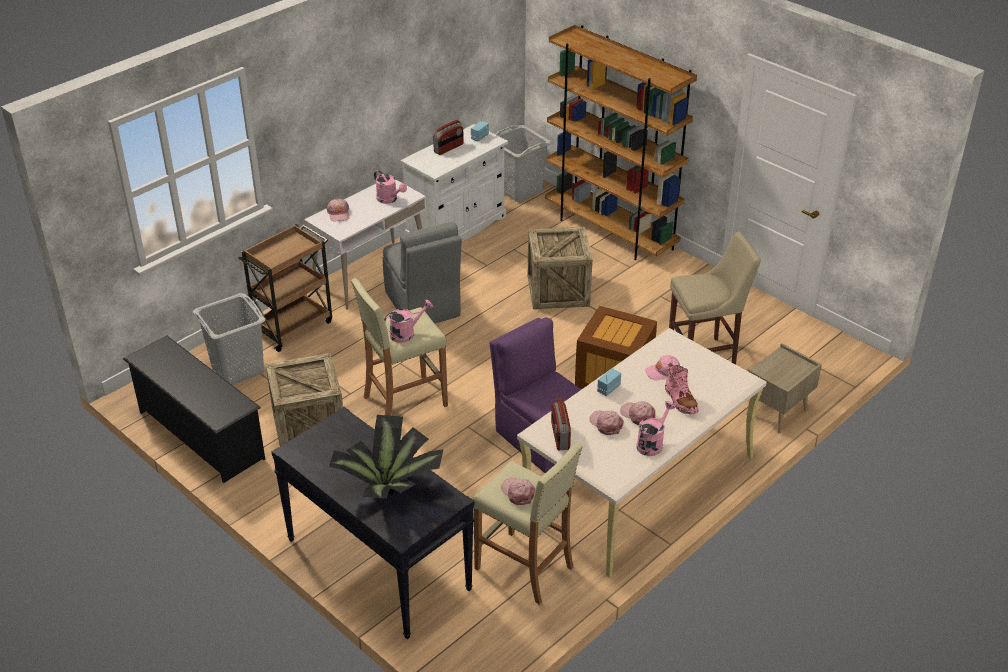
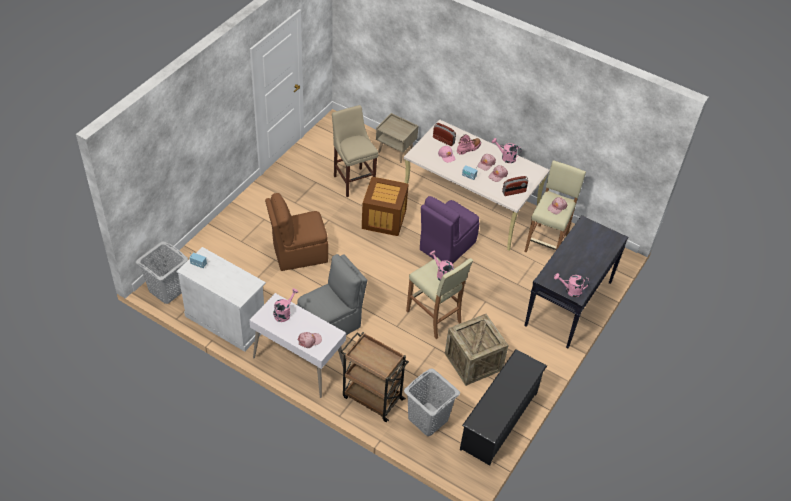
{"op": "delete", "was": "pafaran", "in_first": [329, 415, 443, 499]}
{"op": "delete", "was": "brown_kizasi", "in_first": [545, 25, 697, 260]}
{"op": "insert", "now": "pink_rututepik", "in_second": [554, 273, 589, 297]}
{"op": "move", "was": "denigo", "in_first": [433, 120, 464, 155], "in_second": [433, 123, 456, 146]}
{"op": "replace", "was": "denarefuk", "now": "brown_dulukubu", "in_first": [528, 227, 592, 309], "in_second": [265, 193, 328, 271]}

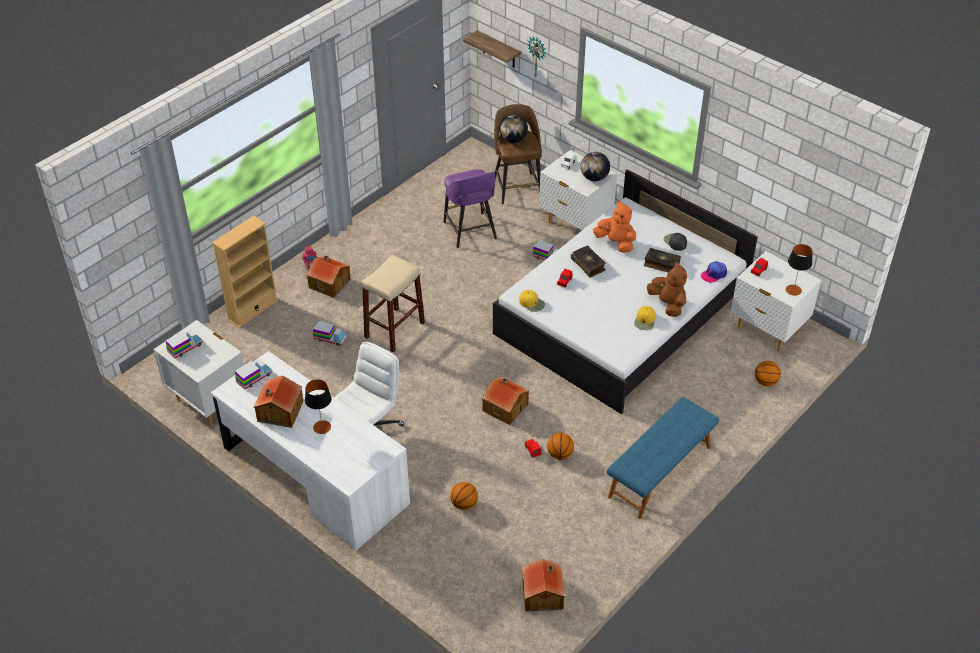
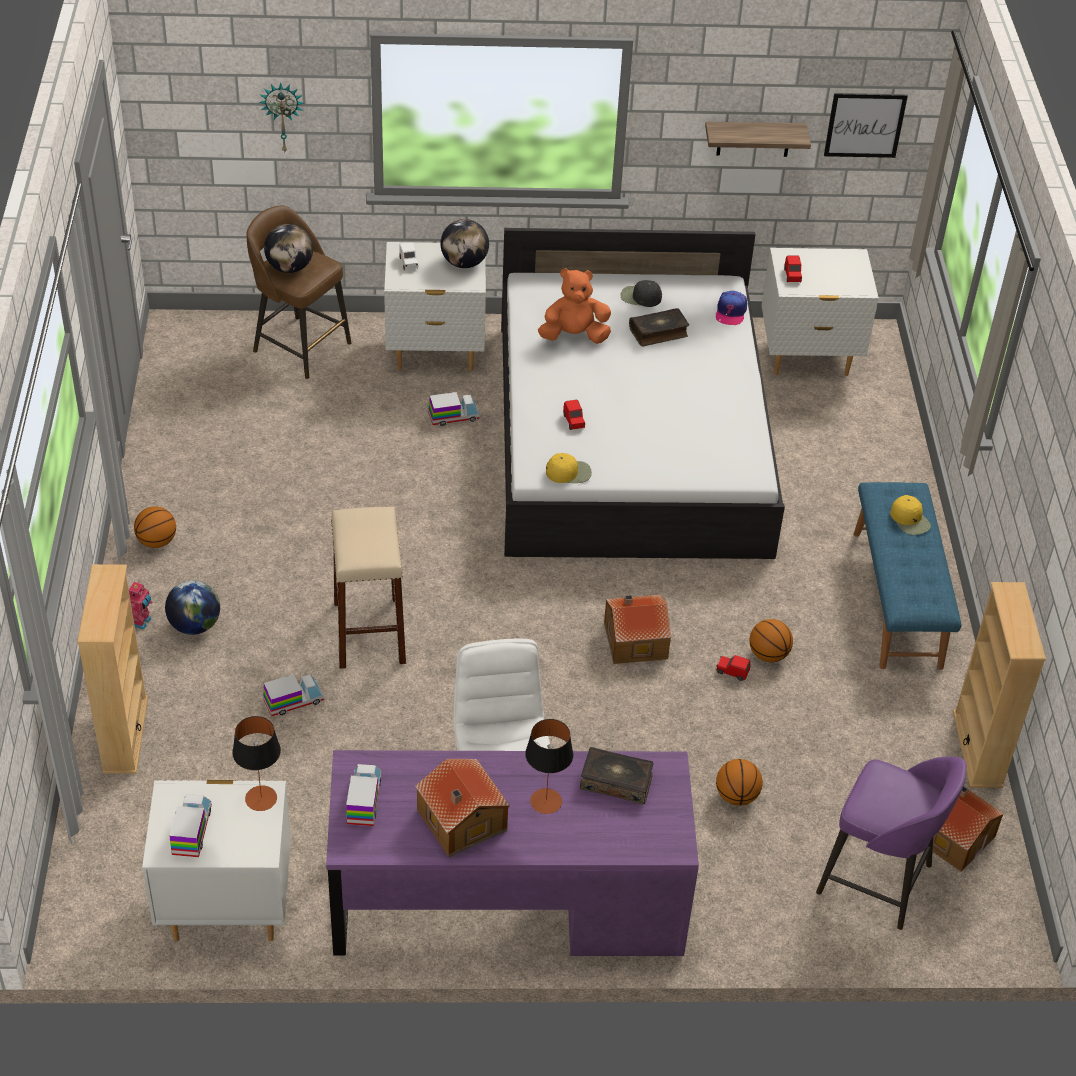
{"op": "delete", "was": "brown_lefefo", "in_first": [647, 262, 687, 317]}
{"op": "insert", "now": "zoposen", "in_second": [824, 93, 908, 158]}
{"op": "insert", "now": "beige_kizasi", "in_second": [953, 582, 1046, 788]}
{"op": "move", "was": "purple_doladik", "in_first": [443, 169, 497, 248], "in_second": [816, 756, 967, 930]}
{"op": "move", "was": "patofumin", "in_first": [463, 30, 521, 68], "in_second": [705, 122, 811, 157]}
{"op": "move", "was": "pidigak", "in_first": [571, 245, 606, 277], "in_second": [580, 747, 654, 804]}
{"op": "move", "was": "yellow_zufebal", "in_first": [634, 306, 656, 330], "in_second": [890, 495, 931, 535]}
{"op": "move", "was": "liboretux", "in_first": [755, 361, 781, 386], "in_second": [134, 506, 176, 548]}
{"op": "move", "was": "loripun", "in_first": [786, 244, 813, 296], "in_second": [232, 716, 281, 811]}
{"op": "replace", "was": "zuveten", "now": "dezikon", "in_first": [307, 256, 351, 298], "in_second": [165, 580, 220, 635]}
{"op": "recolor", "was": "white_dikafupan", "now": "purple_dikafupan", "in_first": [211, 351, 410, 551], "in_second": [326, 750, 699, 956]}

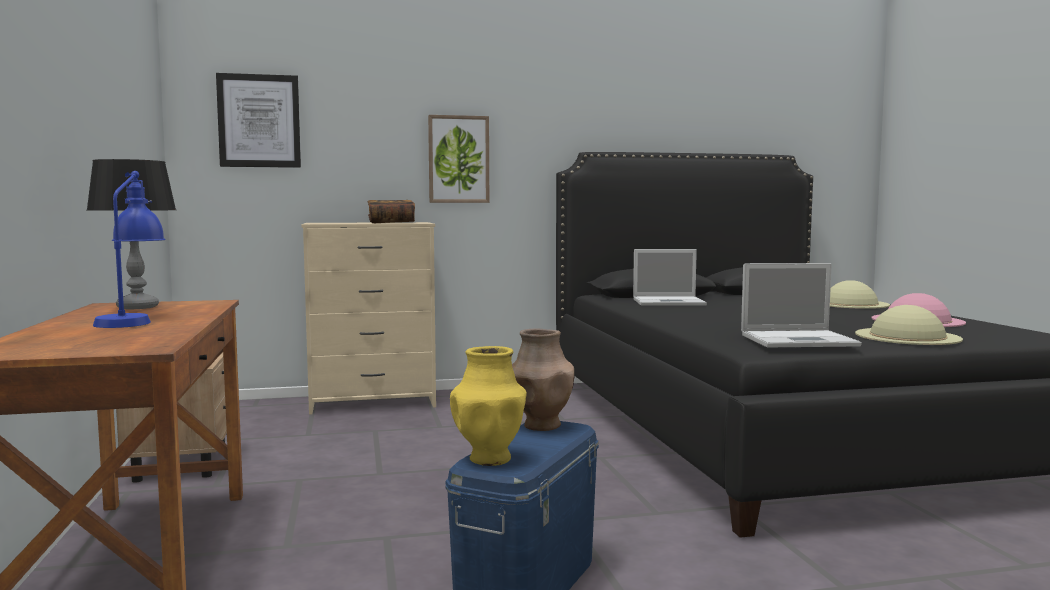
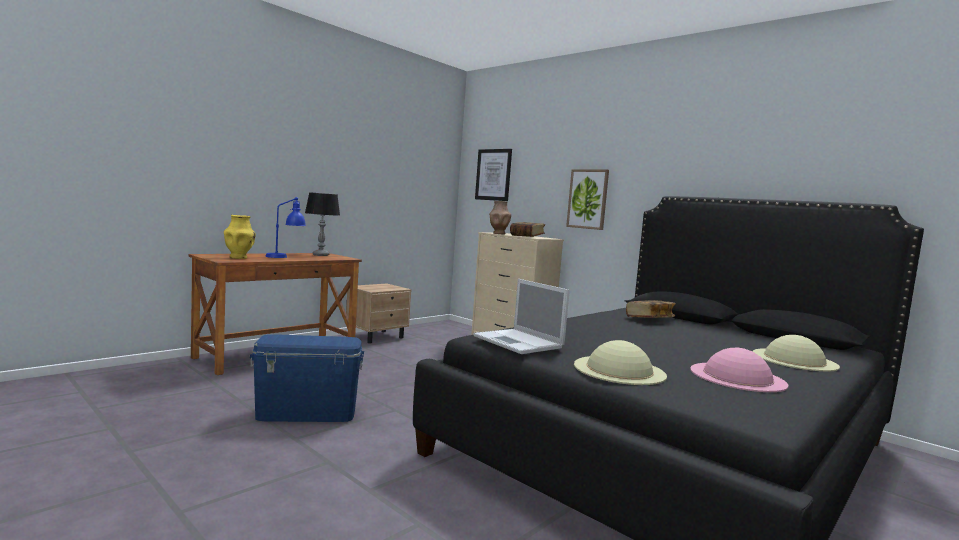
{"op": "move", "was": "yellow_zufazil", "in_first": [450, 346, 527, 466], "in_second": [224, 215, 256, 259]}
{"op": "move", "was": "brown_zufazil", "in_first": [512, 329, 574, 431], "in_second": [489, 201, 511, 234]}
{"op": "replace", "was": "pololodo", "now": "pidigak", "in_first": [633, 249, 707, 306], "in_second": [626, 300, 676, 318]}

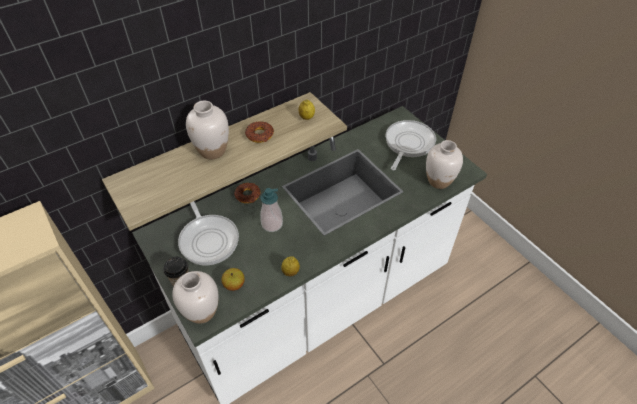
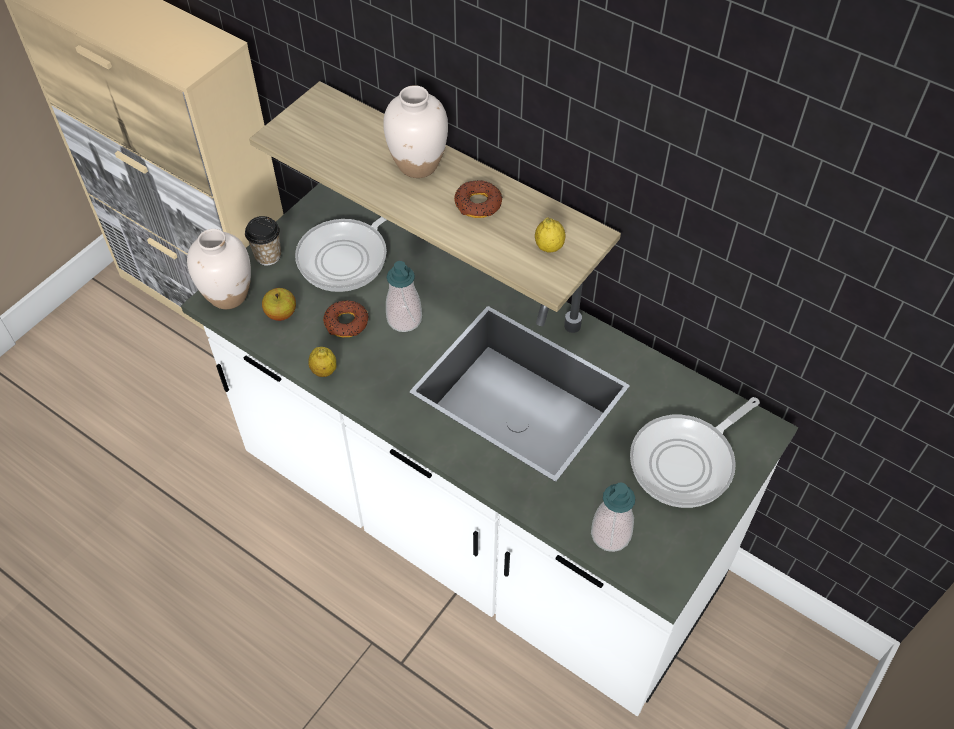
{"op": "move", "was": "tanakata", "in_first": [234, 183, 261, 203], "in_second": [323, 300, 369, 337]}
{"op": "replace", "was": "white_zufazil", "now": "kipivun", "in_first": [426, 140, 463, 189], "in_second": [591, 482, 635, 552]}
{"op": "rotate", "was": "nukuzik", "in_first": [386, 120, 436, 170], "in_second": [630, 397, 760, 508], "clockwise": 135}

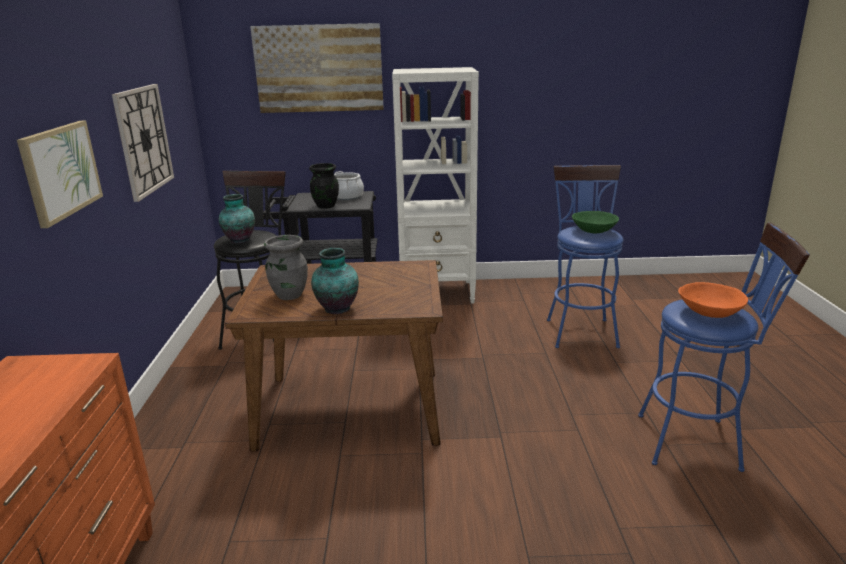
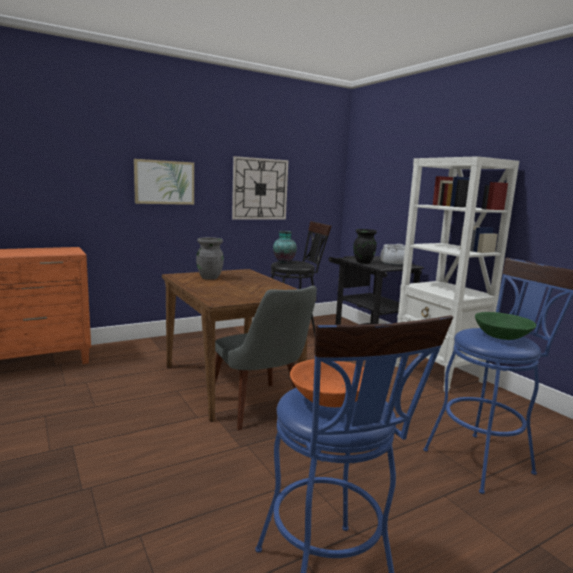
{"op": "delete", "was": "zoposen", "in_first": [250, 23, 384, 113]}
{"op": "delete", "was": "zufazil", "in_first": [311, 248, 359, 314]}
{"op": "insert", "now": "grey_dulukubu", "in_second": [215, 286, 317, 430]}

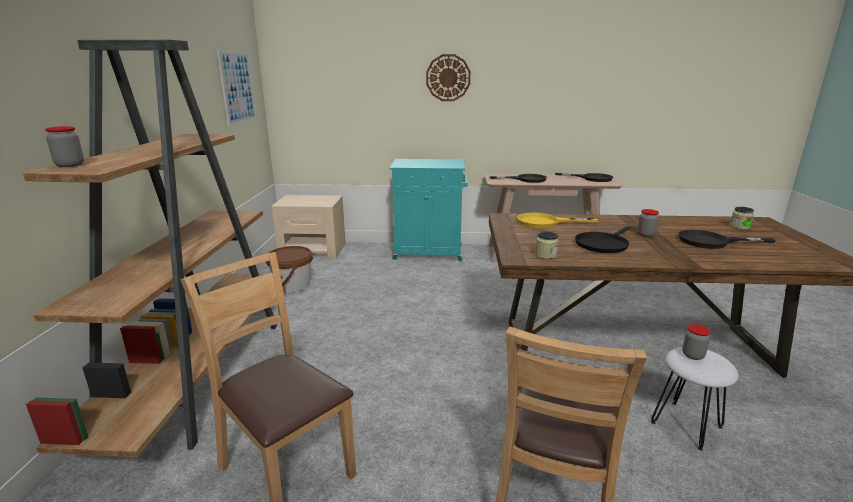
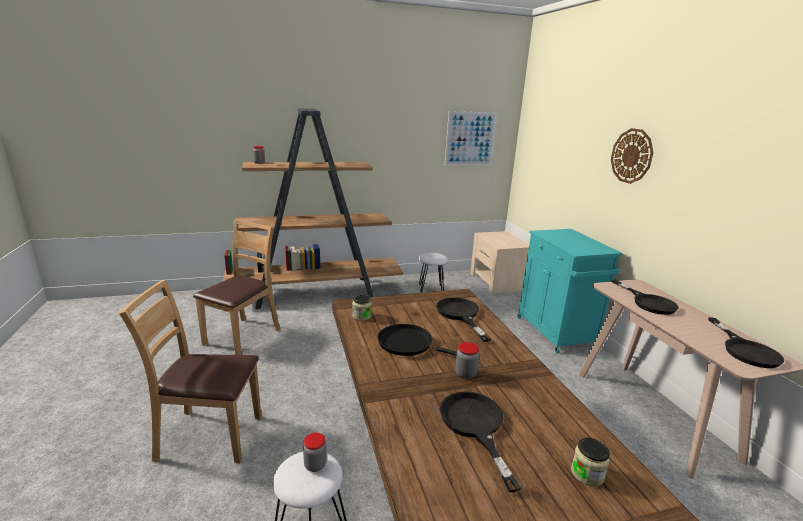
{"op": "replace", "was": "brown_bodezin", "now": "white_doladik", "in_first": [266, 246, 313, 293], "in_second": [419, 253, 448, 293]}
{"op": "recolor", "was": "yellow_nukuzik", "now": "black_nukuzik", "in_first": [517, 213, 598, 228], "in_second": [436, 297, 491, 342]}

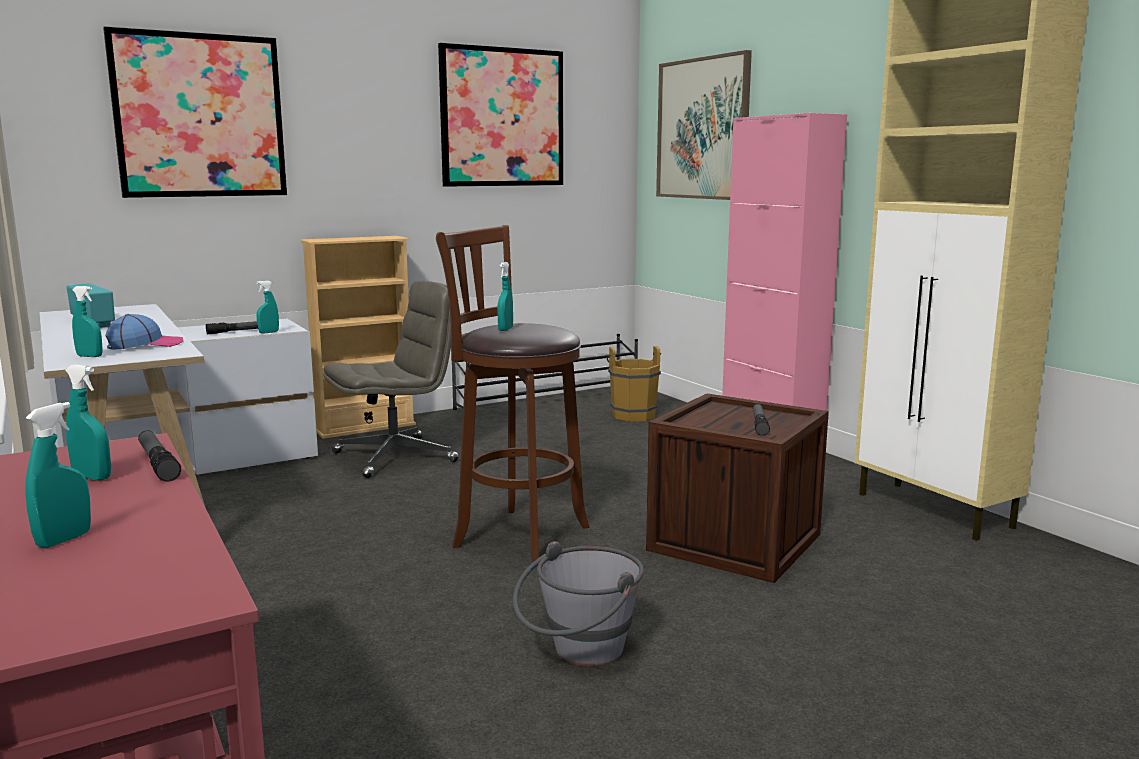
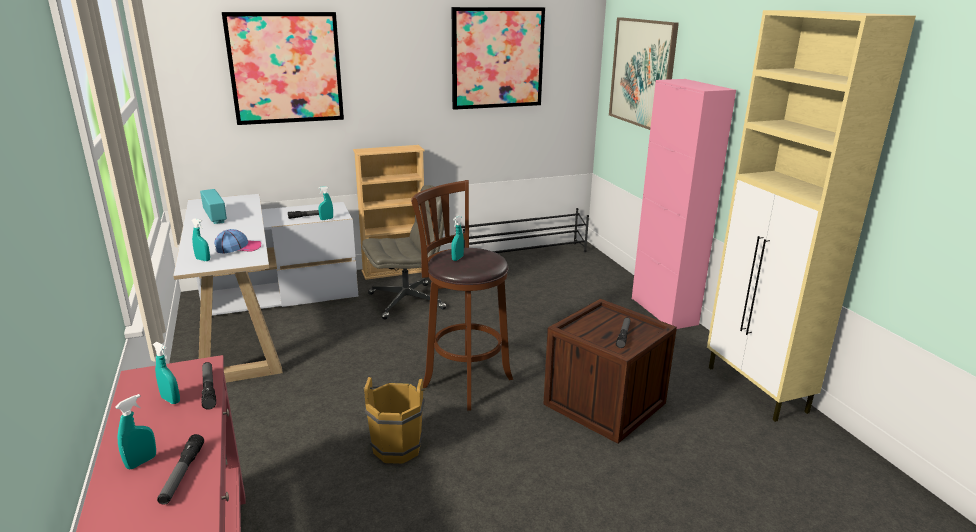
{"op": "delete", "was": "grey_bodezin", "in_first": [513, 541, 644, 666]}
{"op": "insert", "now": "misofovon", "in_second": [157, 434, 204, 505]}
{"op": "move", "was": "brown_bodezin", "in_first": [607, 346, 661, 422], "in_second": [363, 377, 426, 464]}

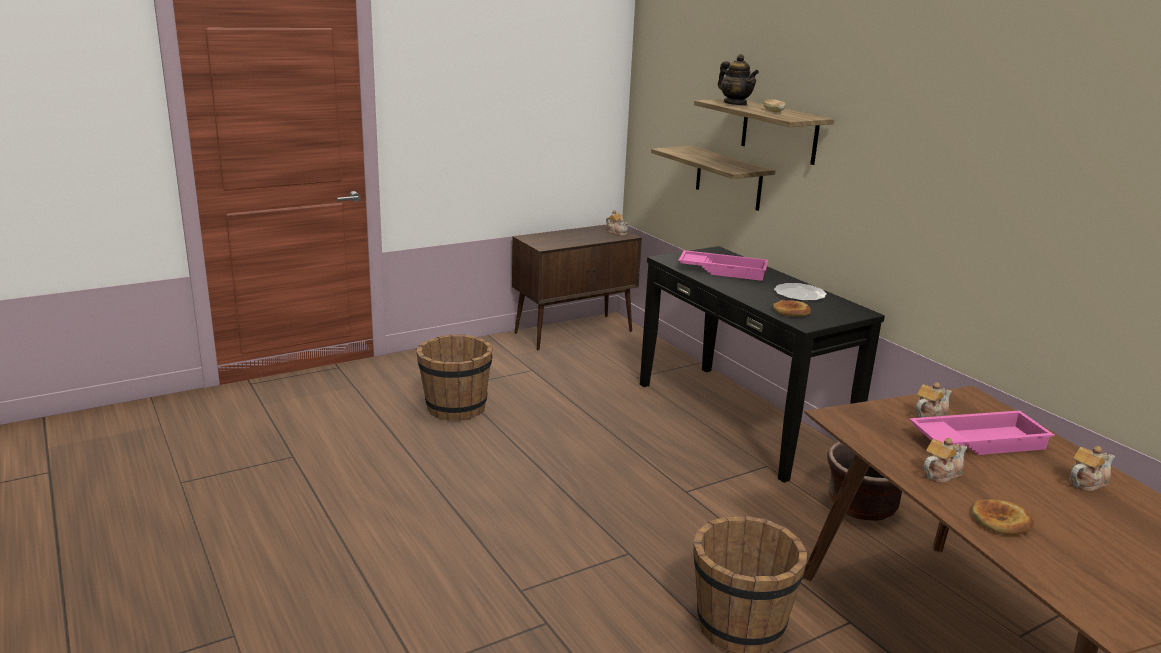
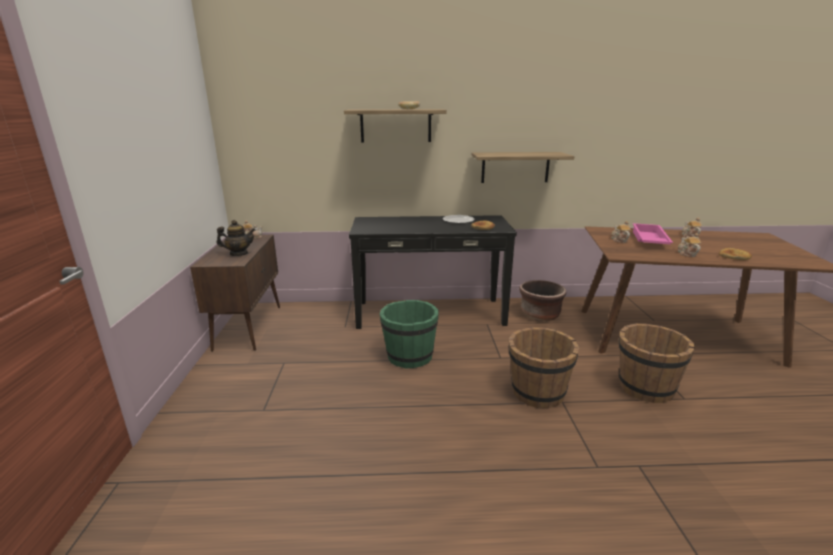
{"op": "delete", "was": "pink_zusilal", "in_first": [678, 250, 768, 281]}
{"op": "insert", "now": "green_bodezin", "in_second": [380, 300, 438, 368]}
{"op": "move", "was": "brown_bodezin", "in_first": [416, 335, 493, 421], "in_second": [508, 327, 579, 408]}
{"op": "move", "was": "patofumin", "in_first": [651, 146, 775, 211], "in_second": [472, 152, 575, 183]}
{"op": "move", "was": "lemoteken", "in_first": [718, 54, 759, 105], "in_second": [217, 220, 255, 256]}

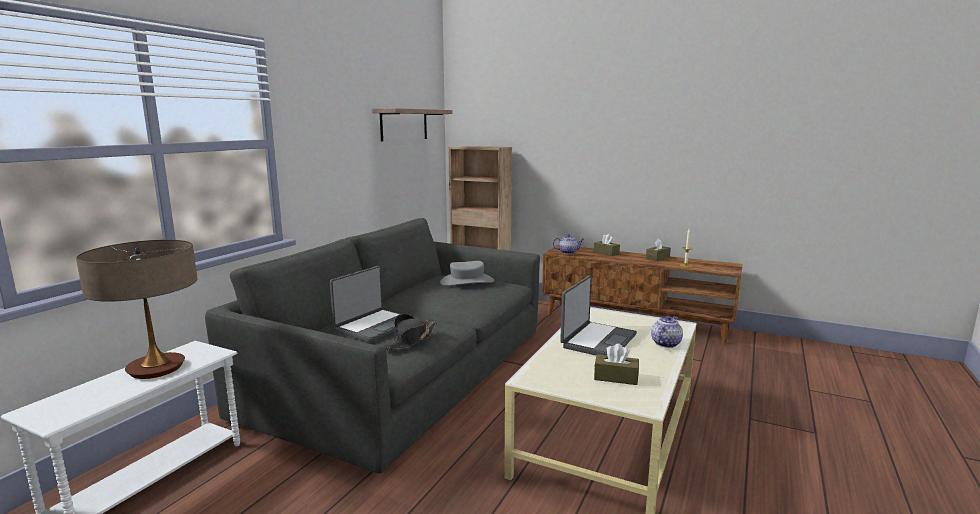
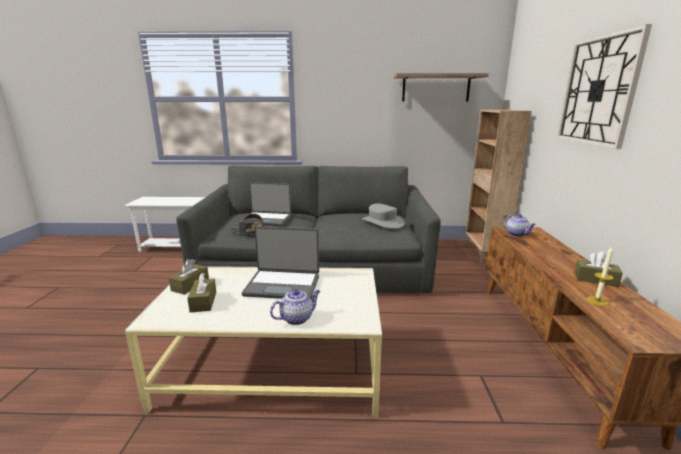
{"op": "delete", "was": "loripun", "in_first": [76, 240, 197, 379]}
{"op": "insert", "now": "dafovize", "in_second": [557, 24, 652, 149]}
{"op": "move", "was": "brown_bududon", "in_first": [594, 234, 620, 256], "in_second": [169, 259, 209, 295]}
{"op": "rotate", "was": "lemoteken", "in_first": [651, 316, 683, 348], "in_second": [270, 290, 320, 325], "clockwise": -45}

